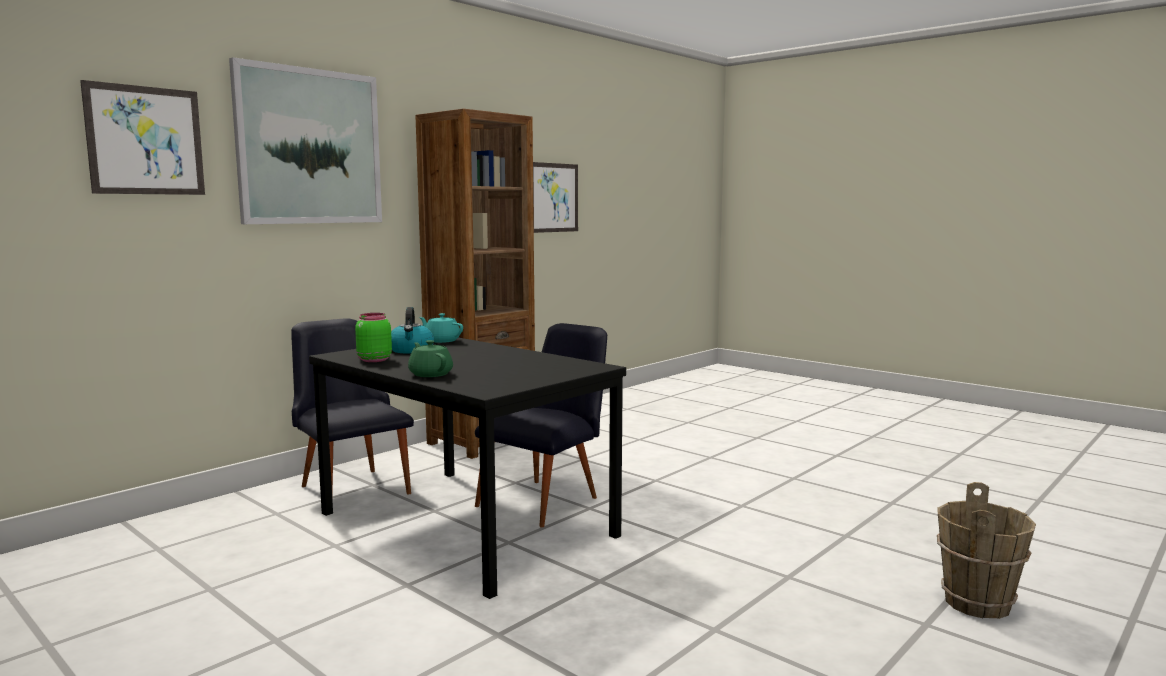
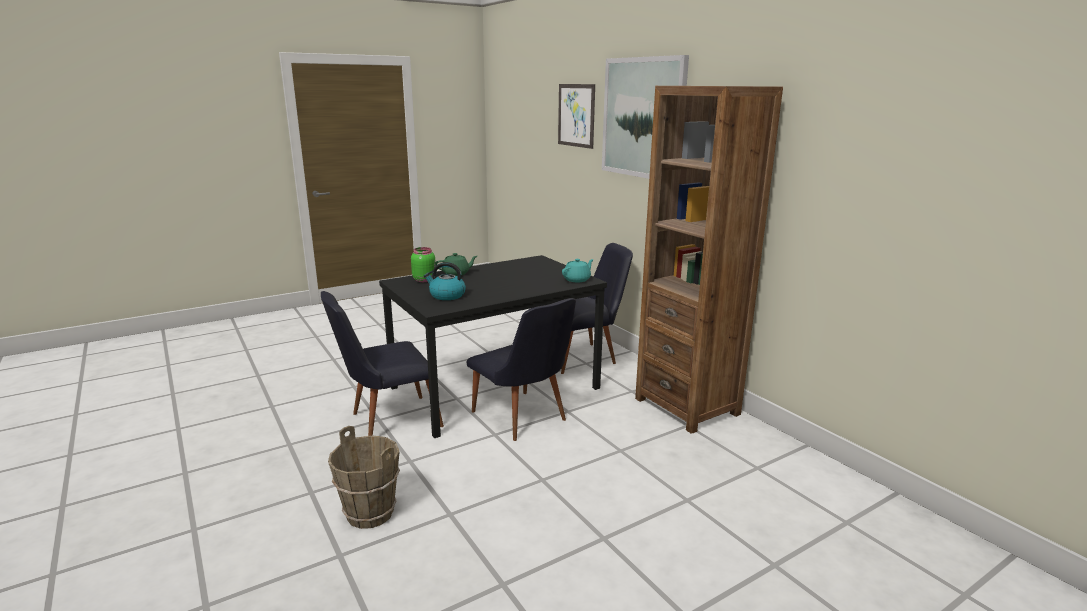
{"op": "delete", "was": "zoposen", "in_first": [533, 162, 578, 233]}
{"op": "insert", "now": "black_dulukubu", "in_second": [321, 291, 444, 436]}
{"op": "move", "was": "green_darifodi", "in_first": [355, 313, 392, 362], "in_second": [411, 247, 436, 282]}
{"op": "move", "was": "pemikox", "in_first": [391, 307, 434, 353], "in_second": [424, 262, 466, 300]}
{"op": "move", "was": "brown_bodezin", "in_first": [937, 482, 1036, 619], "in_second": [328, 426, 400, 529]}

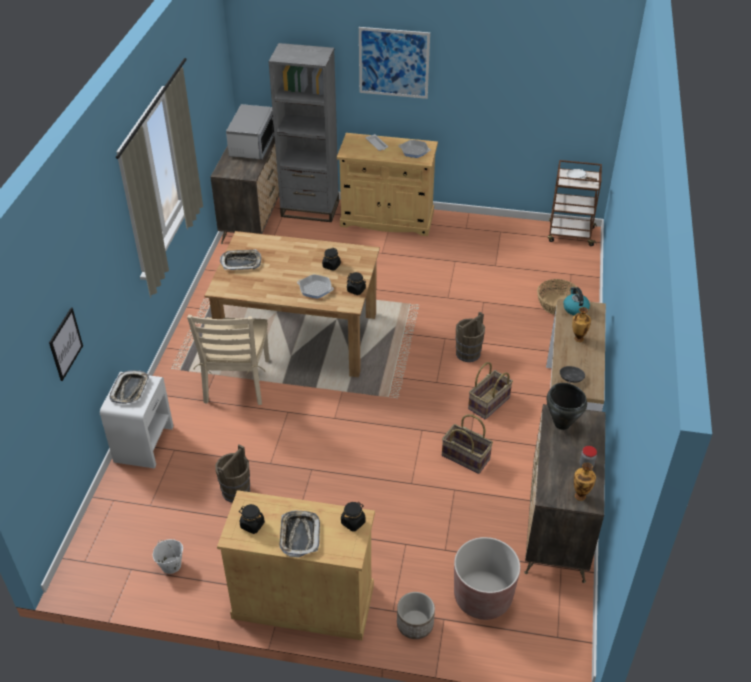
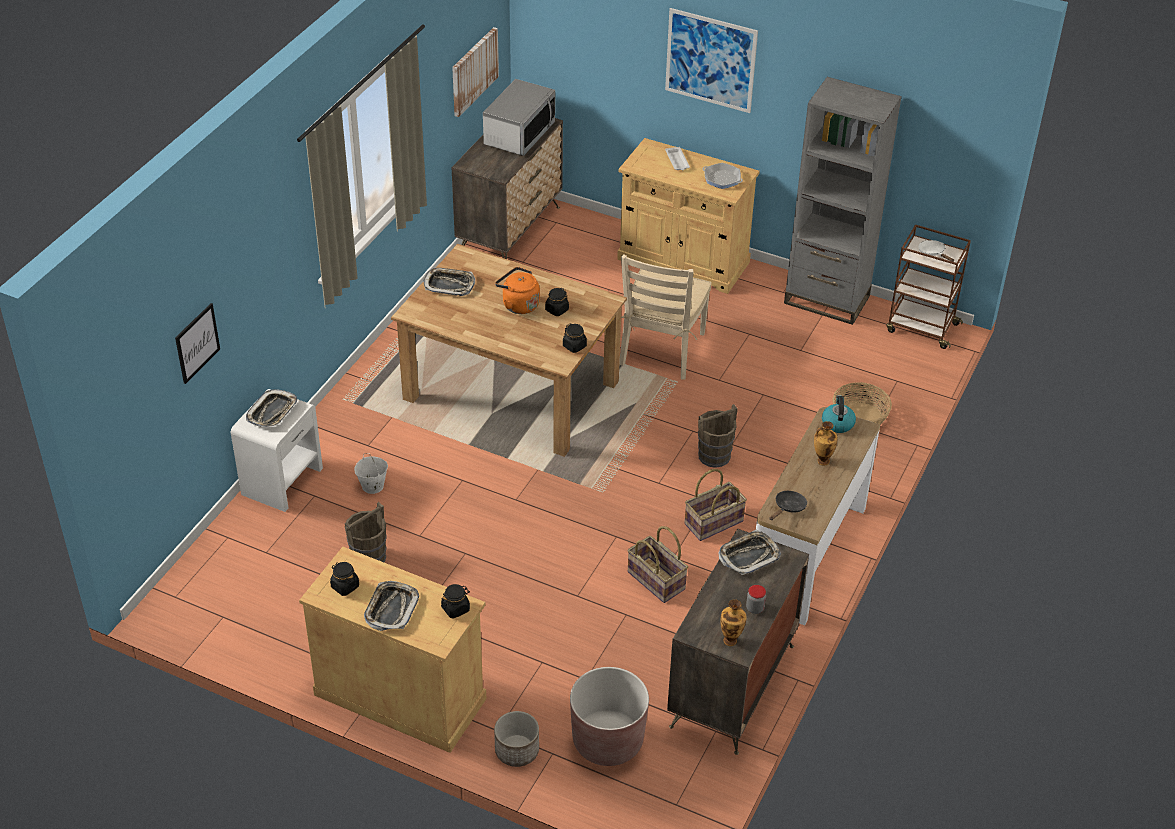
{"op": "delete", "was": "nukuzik", "in_first": [297, 274, 334, 299]}
{"op": "insert", "now": "zoposen", "in_second": [452, 27, 499, 117]}
{"op": "insert", "now": "orange_pemikox", "in_second": [495, 267, 540, 314]}
{"op": "move", "was": "white_bodezin", "in_first": [153, 539, 183, 574], "in_second": [354, 453, 388, 494]}
{"op": "move", "was": "beige_dulukubu", "in_first": [187, 315, 269, 405], "in_second": [619, 254, 712, 380]}
{"op": "move", "was": "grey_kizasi", "in_first": [268, 43, 339, 222], "in_second": [784, 77, 902, 325]}
{"op": "replace", "was": "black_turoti", "now": "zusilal", "in_first": [547, 383, 587, 430], "in_second": [718, 530, 781, 575]}

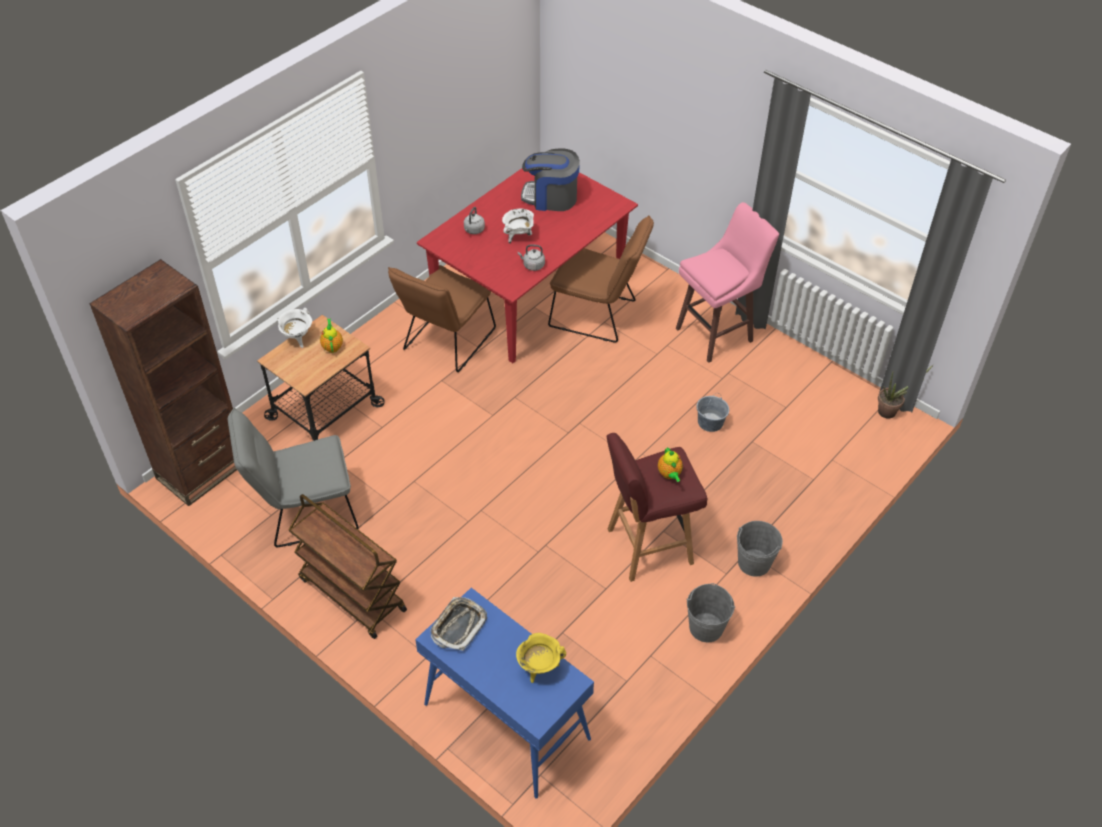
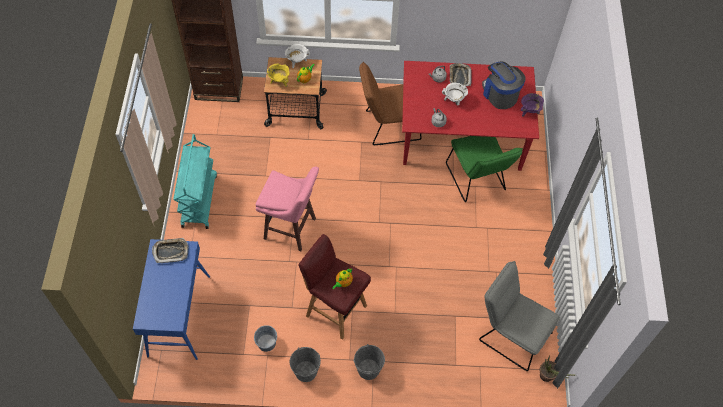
{"op": "insert", "now": "zusilal", "in_second": [450, 63, 472, 86]}
{"op": "insert", "now": "purple_turoti", "in_second": [521, 93, 544, 117]}
{"op": "move", "was": "grey_dulukubu", "in_first": [228, 408, 358, 547], "in_second": [479, 261, 560, 371]}
{"op": "move", "was": "yellow_turoti", "in_first": [516, 633, 566, 683], "in_second": [267, 64, 290, 87]}
{"op": "move", "was": "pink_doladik", "in_first": [676, 202, 779, 363], "in_second": [256, 167, 319, 251]}
{"op": "move", "was": "grey_bodezin", "in_first": [696, 393, 729, 432], "in_second": [254, 325, 277, 352]}
{"op": "recolor", "was": "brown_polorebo", "now": "turquoise_polorebo", "in_first": [288, 494, 407, 639], "in_second": [173, 134, 217, 229]}
{"op": "recolor", "was": "brown_dulukubu", "now": "green_dulukubu", "in_first": [548, 215, 654, 343], "in_second": [446, 136, 523, 202]}

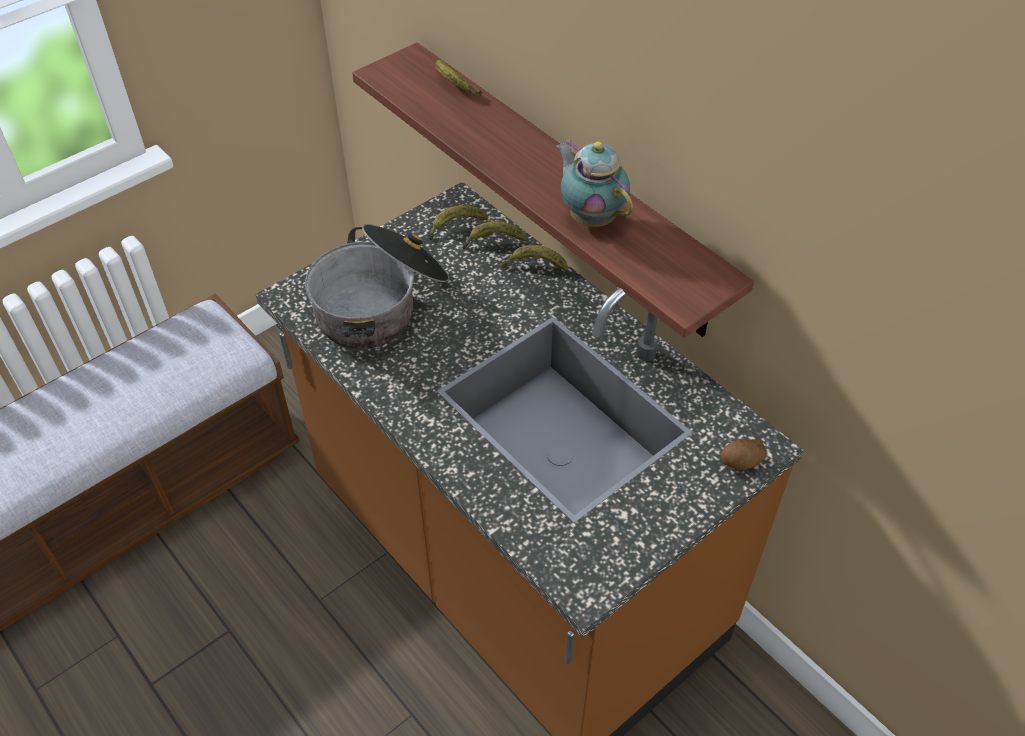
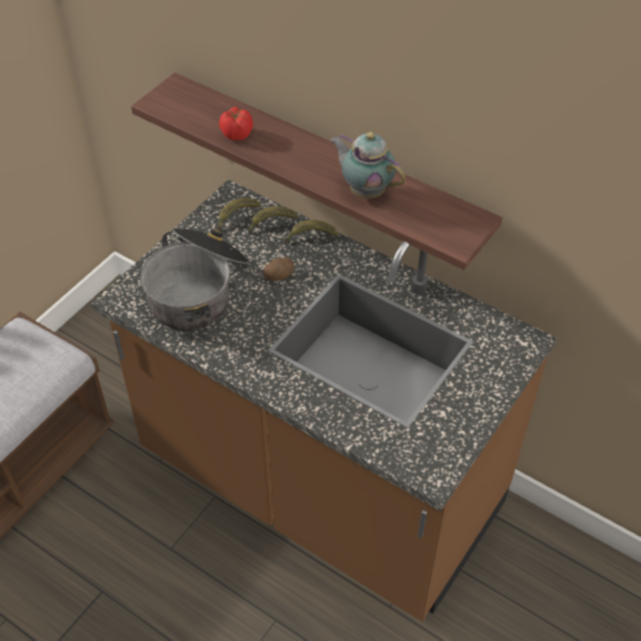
{"op": "delete", "was": "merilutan", "in_first": [436, 59, 482, 97]}
{"op": "insert", "now": "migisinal", "in_second": [219, 107, 253, 141]}
{"op": "move", "was": "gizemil", "in_first": [720, 439, 766, 470], "in_second": [263, 257, 295, 281]}

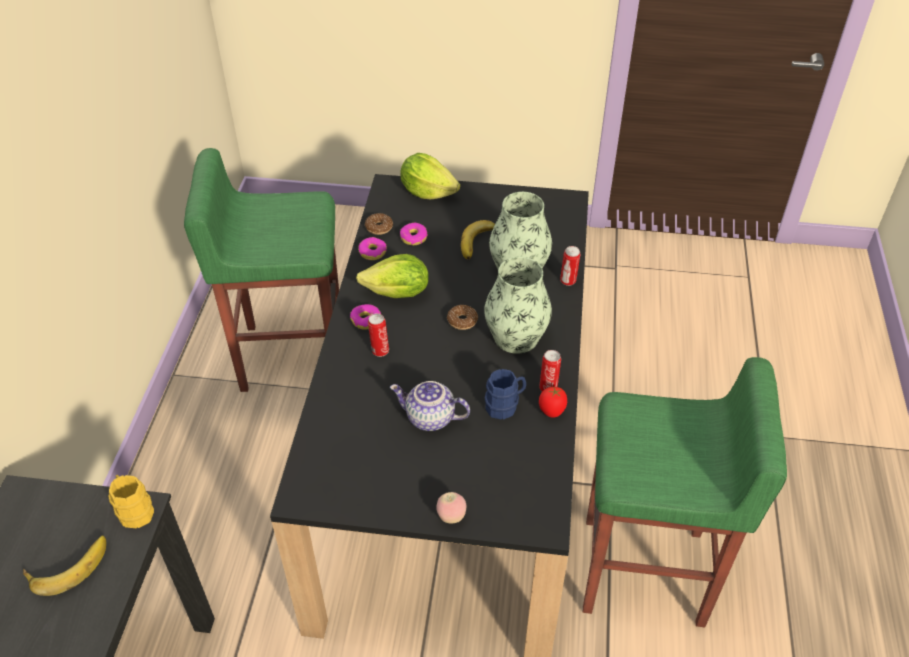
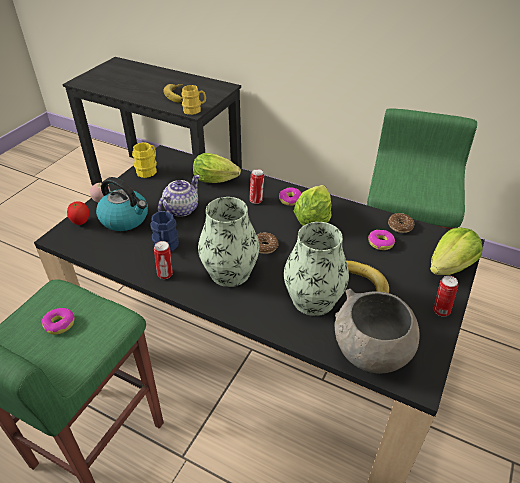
{"op": "insert", "now": "pemikox", "in_second": [96, 177, 148, 231]}
{"op": "insert", "now": "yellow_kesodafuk", "in_second": [132, 142, 157, 178]}
{"op": "insert", "now": "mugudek", "in_second": [193, 153, 241, 183]}
{"op": "insert", "now": "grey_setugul", "in_second": [335, 289, 420, 374]}
{"op": "move", "was": "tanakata", "in_first": [358, 237, 387, 260], "in_second": [42, 308, 75, 335]}
{"op": "move", "was": "migisinal", "in_first": [539, 387, 567, 418], "in_second": [67, 201, 89, 225]}
{"op": "move", "was": "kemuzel", "in_first": [560, 246, 581, 286], "in_second": [434, 276, 458, 317]}

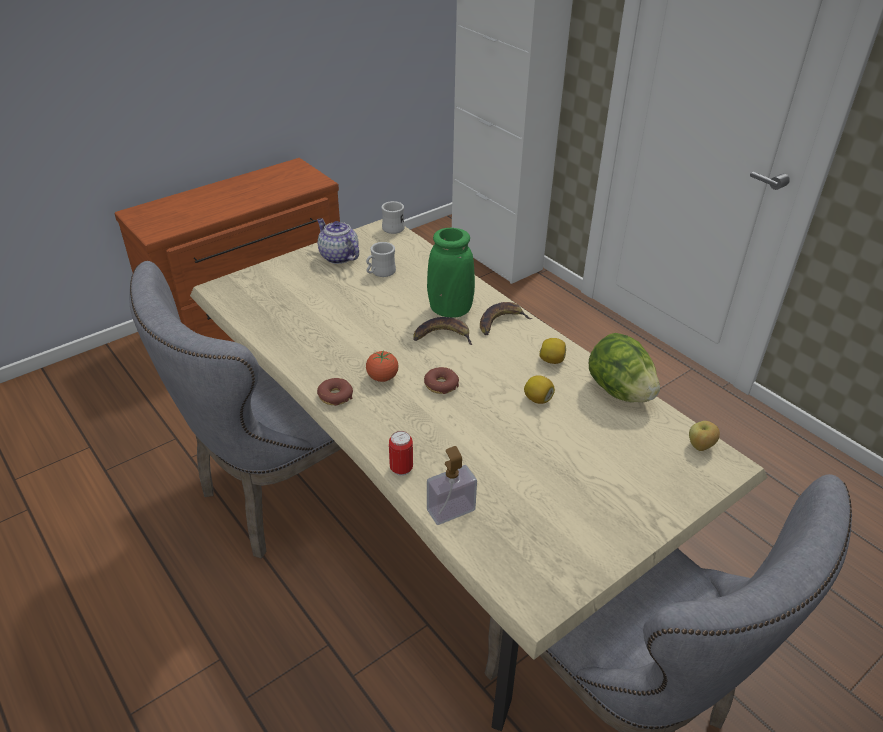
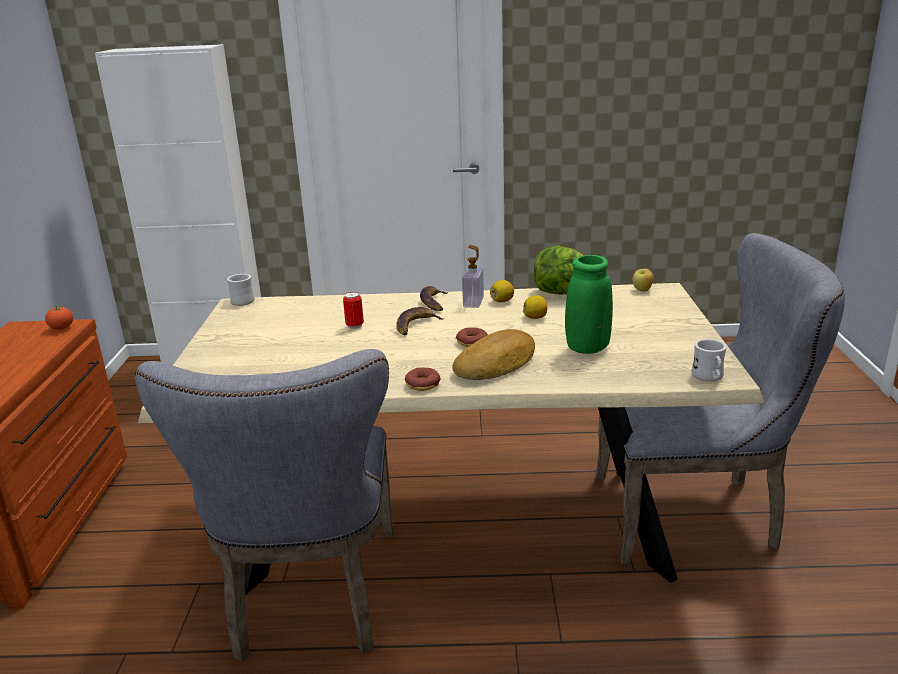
{"op": "delete", "was": "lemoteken", "in_first": [317, 218, 359, 264]}
{"op": "insert", "now": "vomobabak", "in_second": [452, 329, 535, 380]}
{"op": "move", "was": "white_kesodafuk", "in_first": [366, 242, 396, 277], "in_second": [691, 339, 727, 382]}
{"op": "move", "was": "migisinal", "in_first": [366, 350, 399, 382], "in_second": [45, 306, 73, 330]}
{"op": "move", "was": "kemuzel", "in_first": [389, 431, 413, 476], "in_second": [343, 292, 364, 329]}
{"op": "move", "was": "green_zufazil", "in_first": [427, 228, 475, 317], "in_second": [565, 255, 613, 354]}
{"op": "move", "was": "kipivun", "in_first": [427, 446, 477, 525], "in_second": [462, 245, 484, 308]}

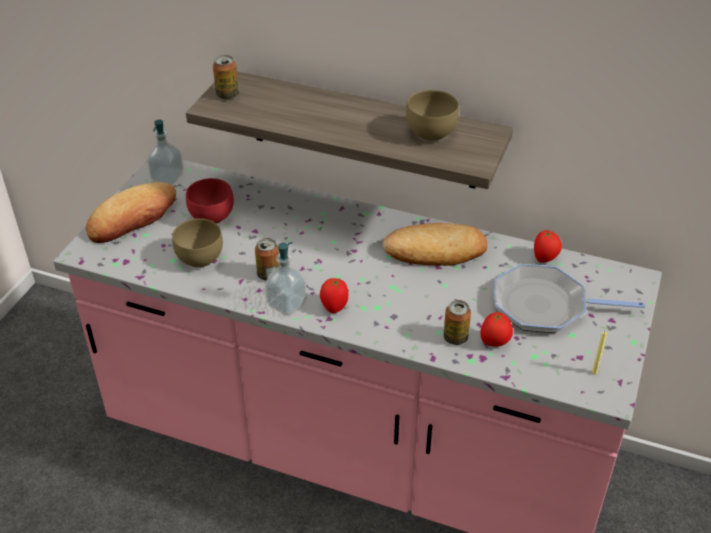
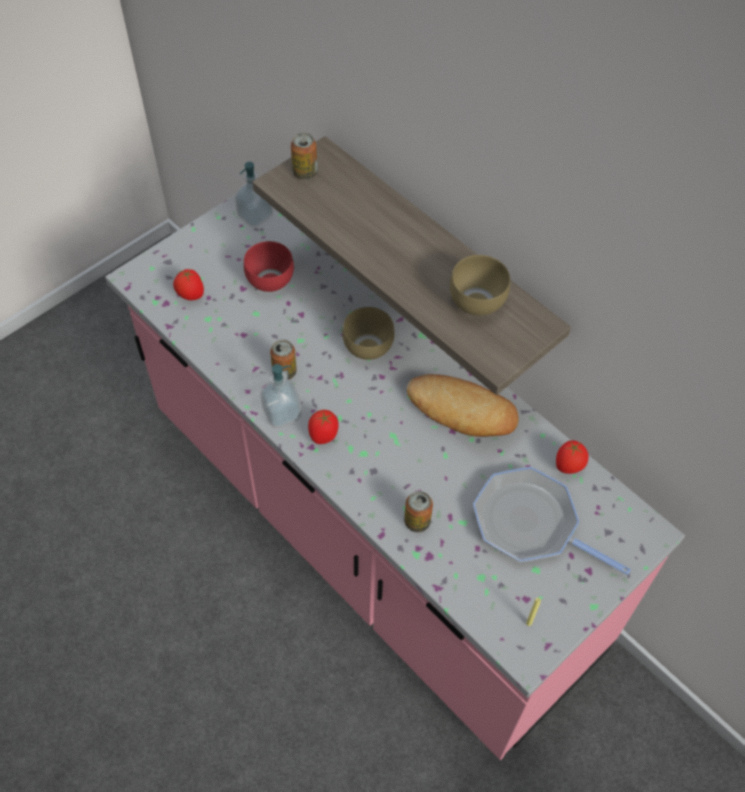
{"op": "delete", "was": "vomobabak", "in_first": [86, 182, 176, 243]}
{"op": "move", "was": "brown_setugul", "in_first": [172, 218, 223, 268], "in_second": [342, 307, 395, 360]}
{"op": "move", "was": "migisinal", "in_first": [480, 312, 513, 347], "in_second": [173, 269, 204, 300]}

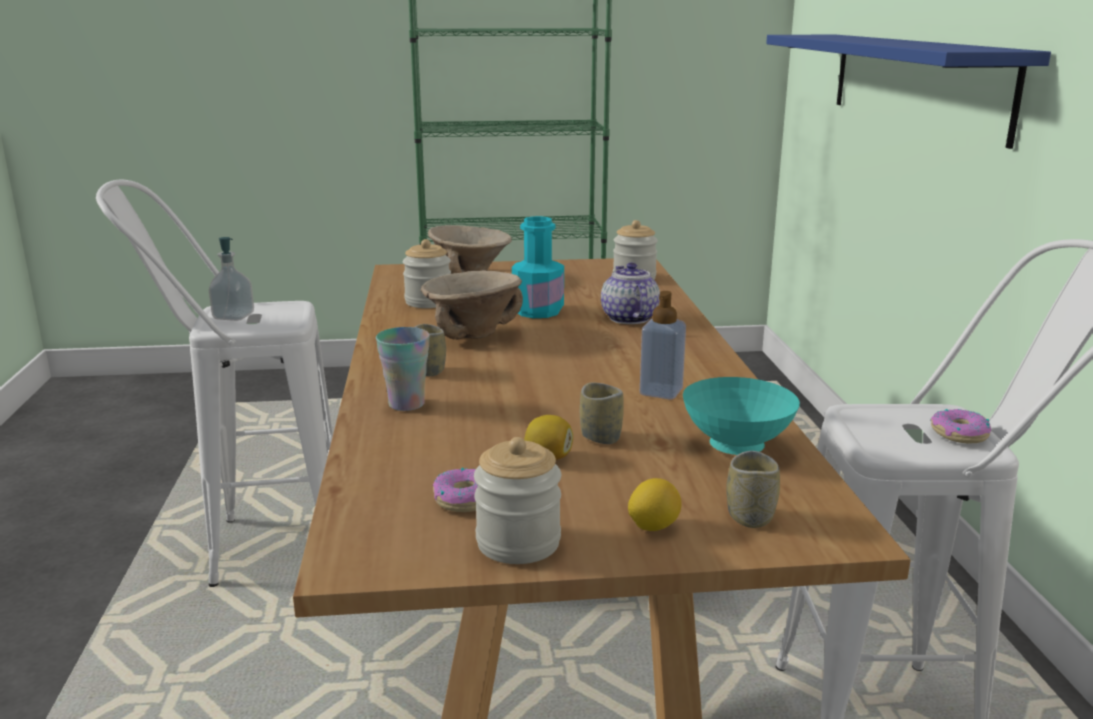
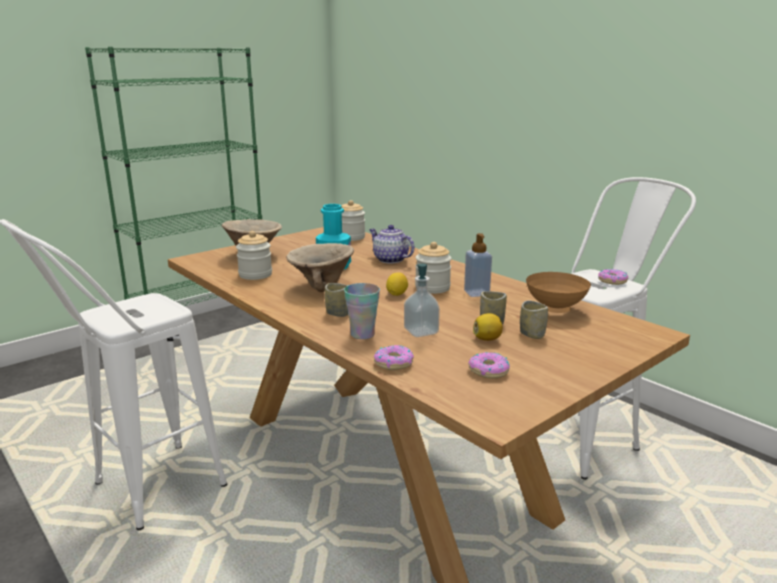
{"op": "delete", "was": "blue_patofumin", "in_first": [766, 35, 1051, 149]}
{"op": "insert", "now": "tanakata", "in_second": [374, 345, 414, 370]}
{"op": "move", "was": "kipivun", "in_first": [209, 237, 254, 321], "in_second": [404, 264, 440, 337]}
{"op": "move", "was": "darifodi", "in_first": [474, 437, 561, 564], "in_second": [415, 242, 452, 294]}
{"op": "move", "was": "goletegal", "in_first": [628, 478, 682, 531], "in_second": [386, 273, 408, 296]}
{"op": "move", "was": "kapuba", "in_first": [726, 451, 780, 528], "in_second": [520, 300, 548, 339]}
{"op": "recolor", "was": "turquoise_setugul", "now": "brown_setugul", "in_first": [683, 377, 800, 455], "in_second": [526, 272, 591, 313]}

